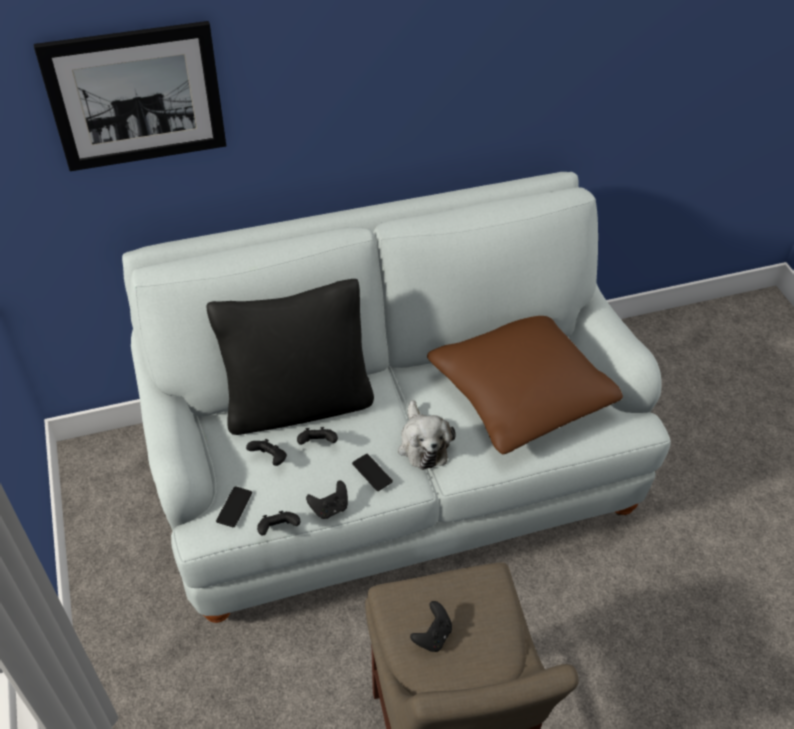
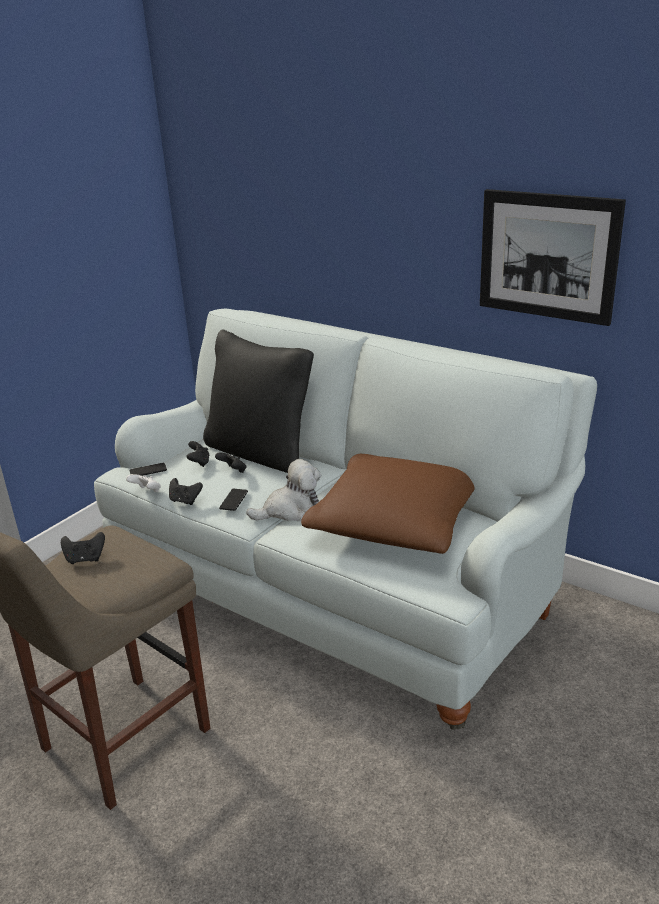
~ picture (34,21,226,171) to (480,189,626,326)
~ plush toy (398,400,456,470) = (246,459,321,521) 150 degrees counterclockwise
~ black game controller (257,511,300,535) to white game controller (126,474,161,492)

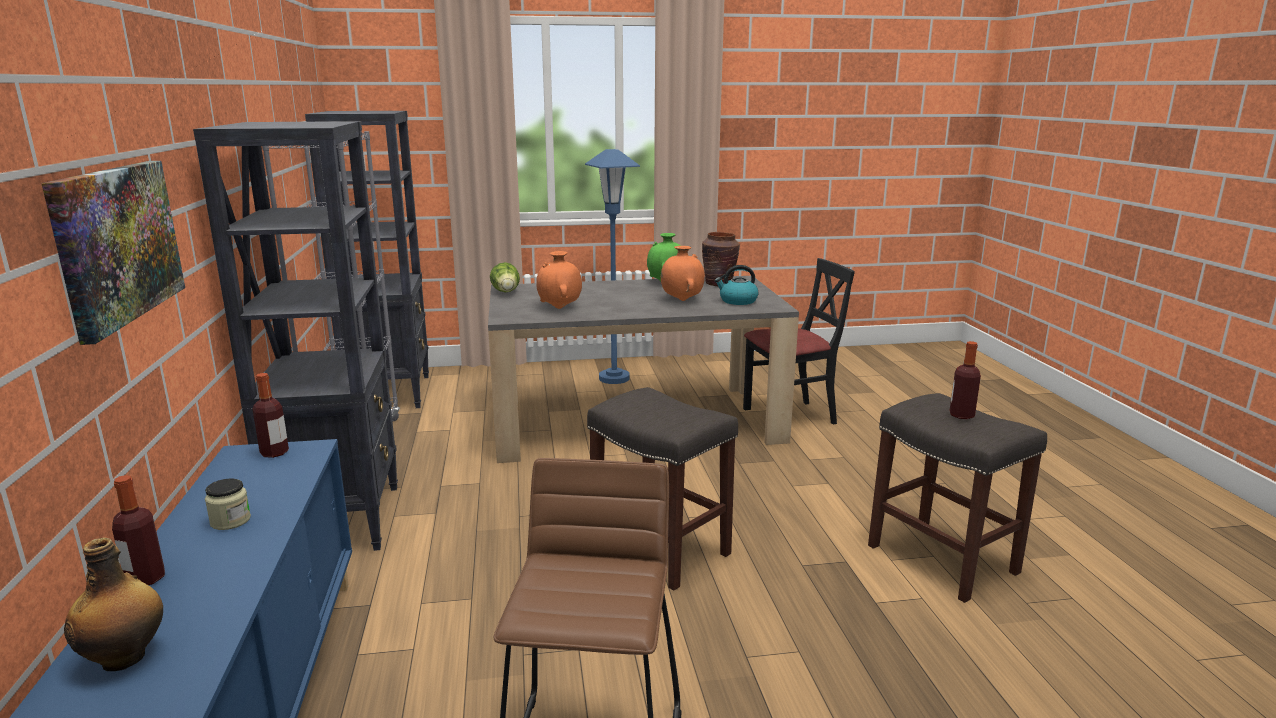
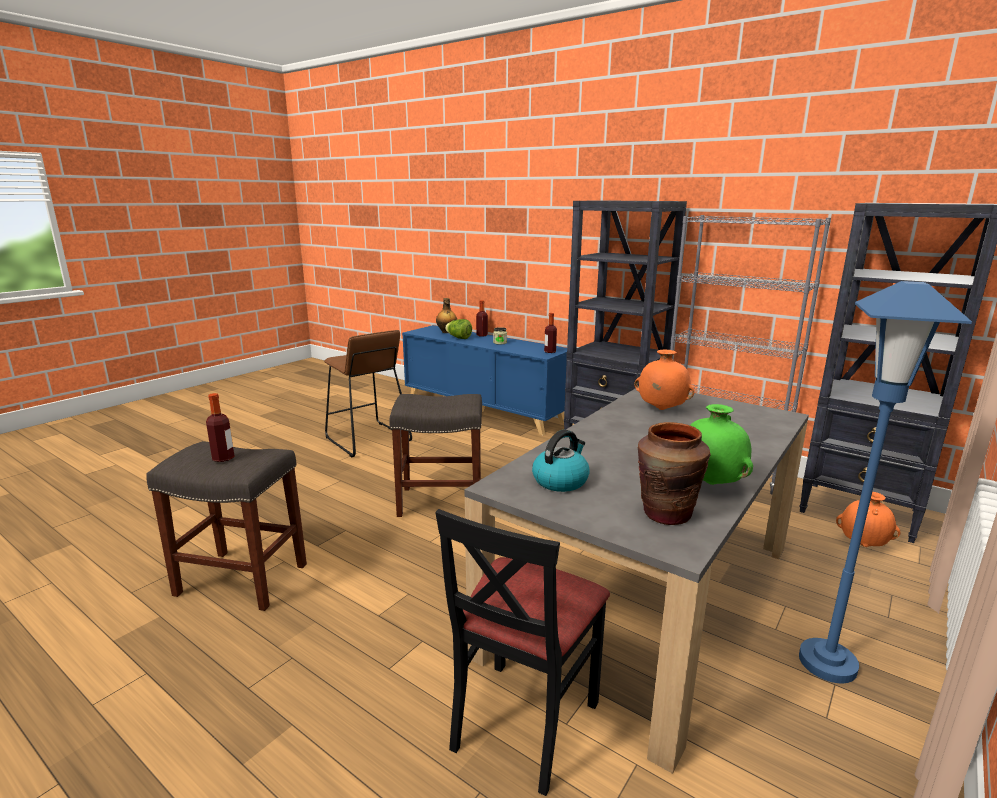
- picture (41,161,185,345)
~ orange vase (661,246,705,301) to (836,492,900,547)
~ lettuce (490,262,520,292) to (445,319,472,339)

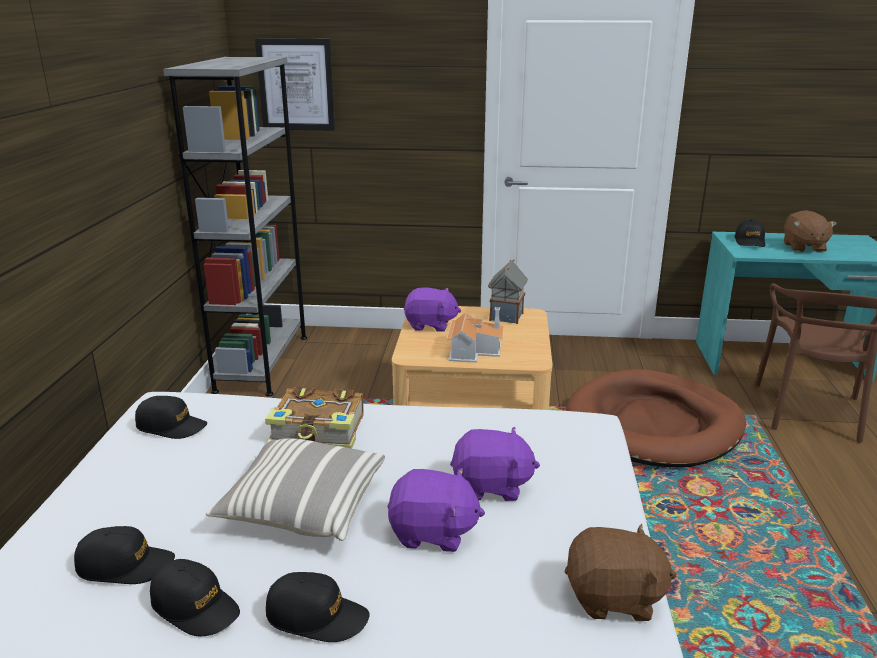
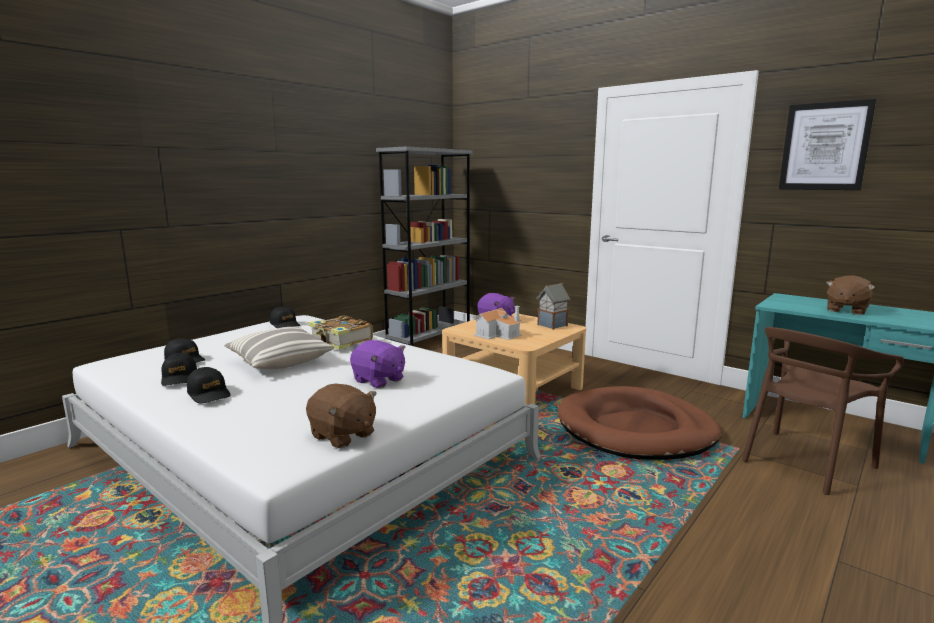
~ picture (255,38,335,131) to (779,99,876,190)
- black cap (735,220,765,247)
- purple plush toy (387,468,485,552)

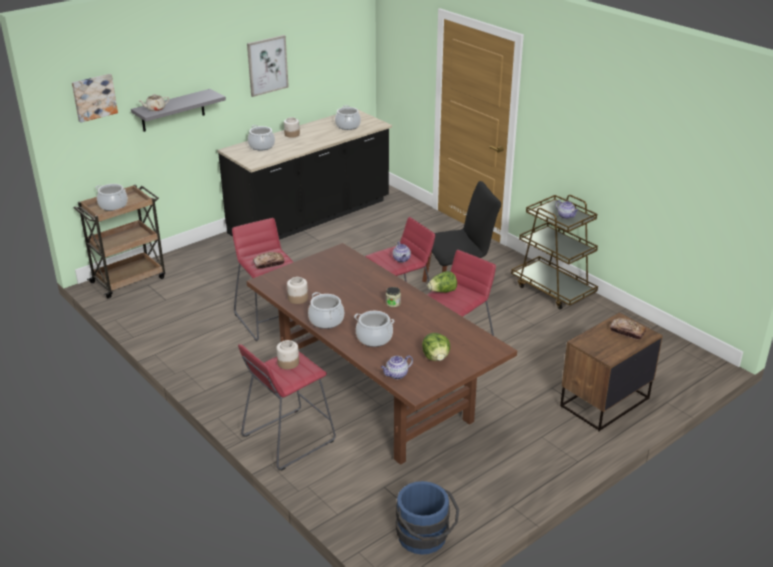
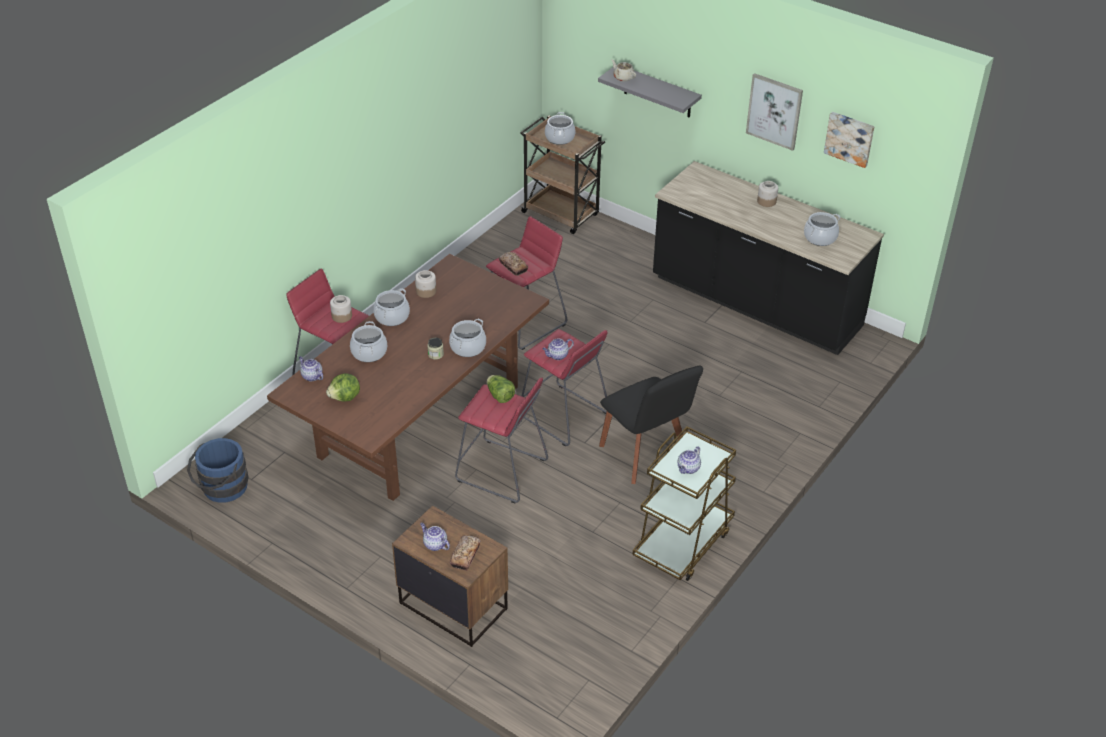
~ picture (72,74,118,123) to (824,112,875,168)
~ cooking pot (248,125,275,150) to (449,319,486,357)
+ teapot (420,523,450,551)

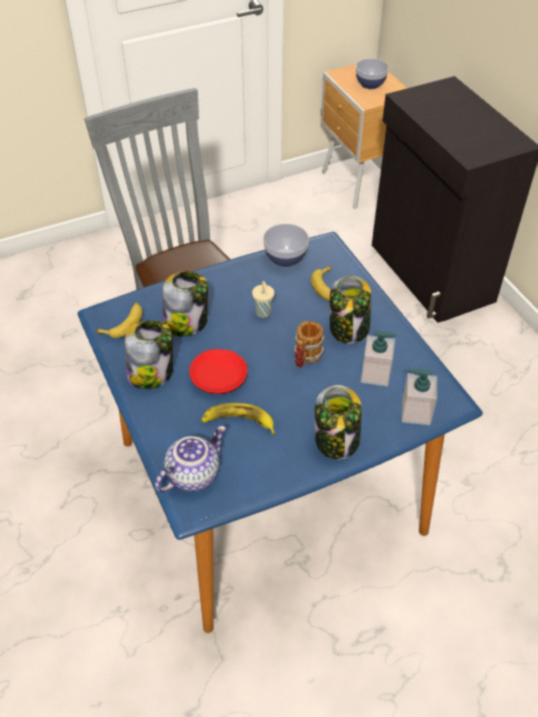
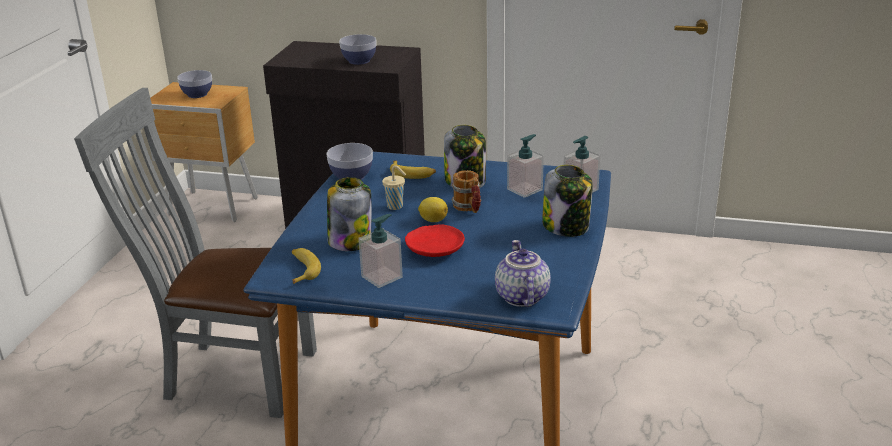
~ jar (125,320,173,389) to soap dispenser (358,214,403,288)
- banana (201,403,275,435)
+ bowl (339,34,376,65)
+ lemon (418,197,448,222)

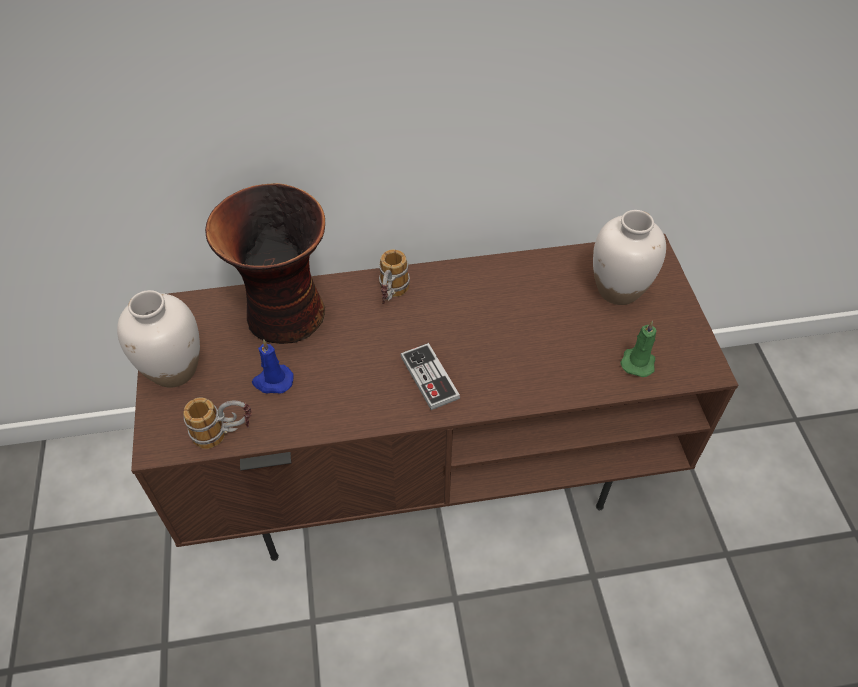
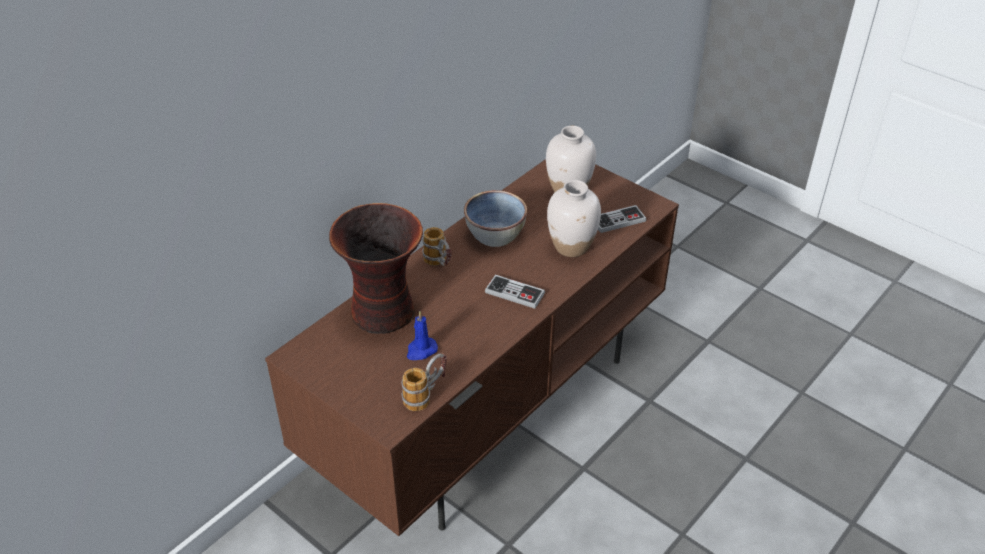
~ white vase (117,290,200,388) to (547,180,601,257)
~ green candle (620,320,657,377) to game controller (598,205,647,233)
+ bowl (464,190,527,247)

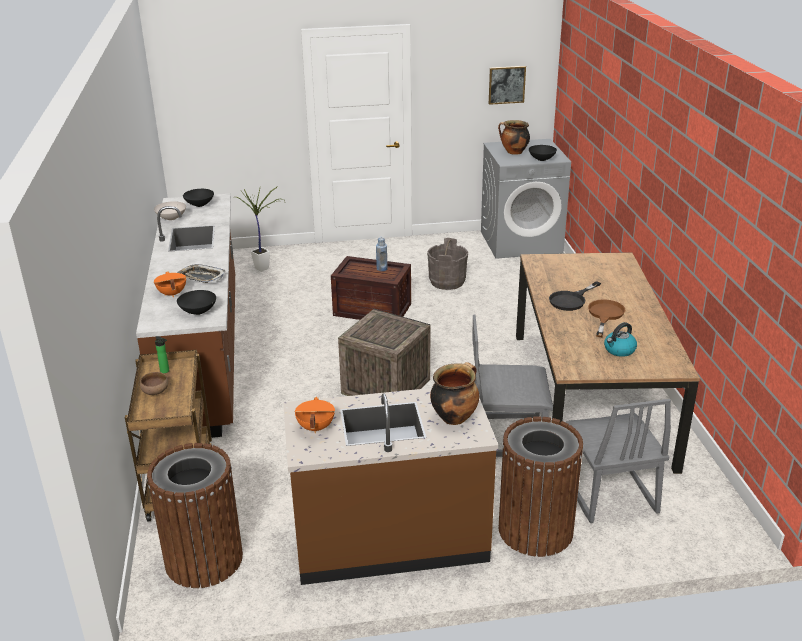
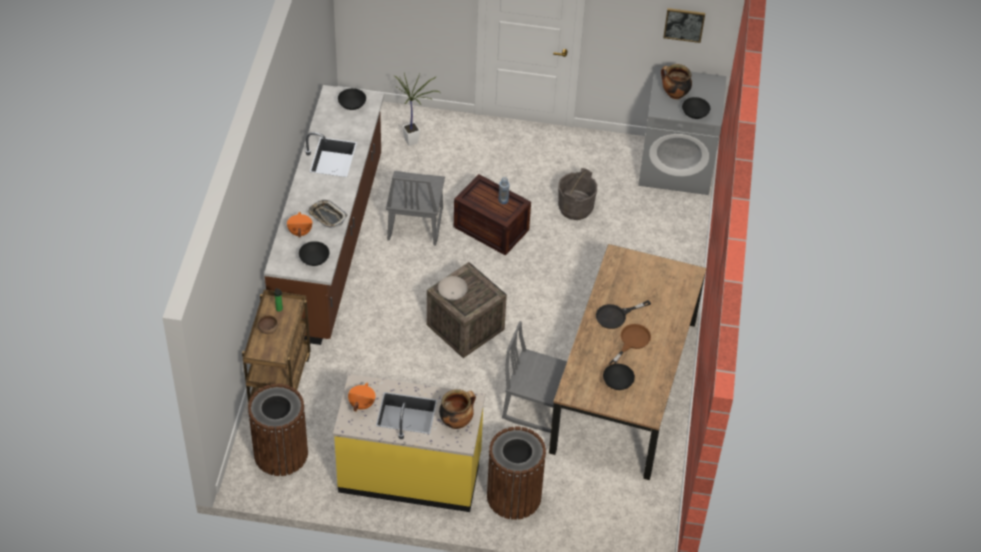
~ white bowl (154,201,186,221) to (438,276,468,300)
~ kettle (604,322,637,357) to black bowl (603,364,635,390)
~ brown counter (283,388,498,585) to yellow counter (333,374,485,512)
~ grey chair (566,399,671,523) to (386,171,445,246)

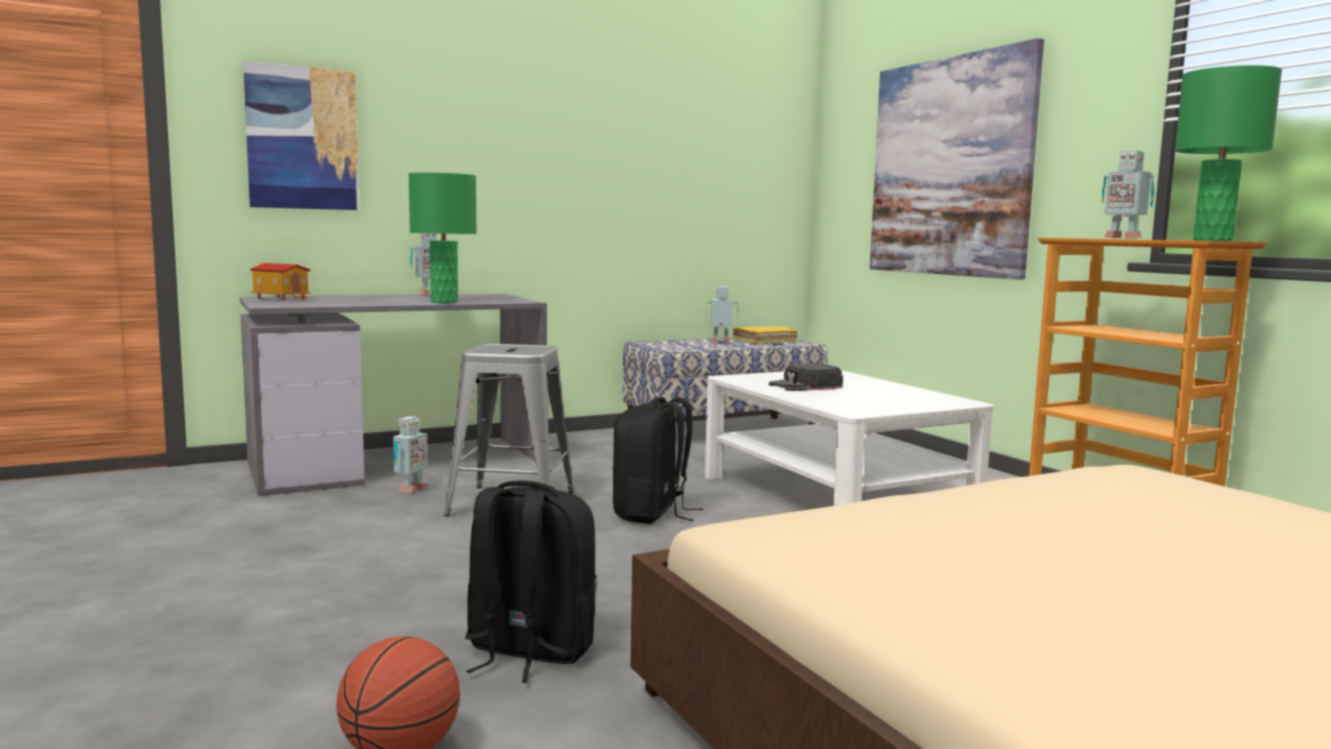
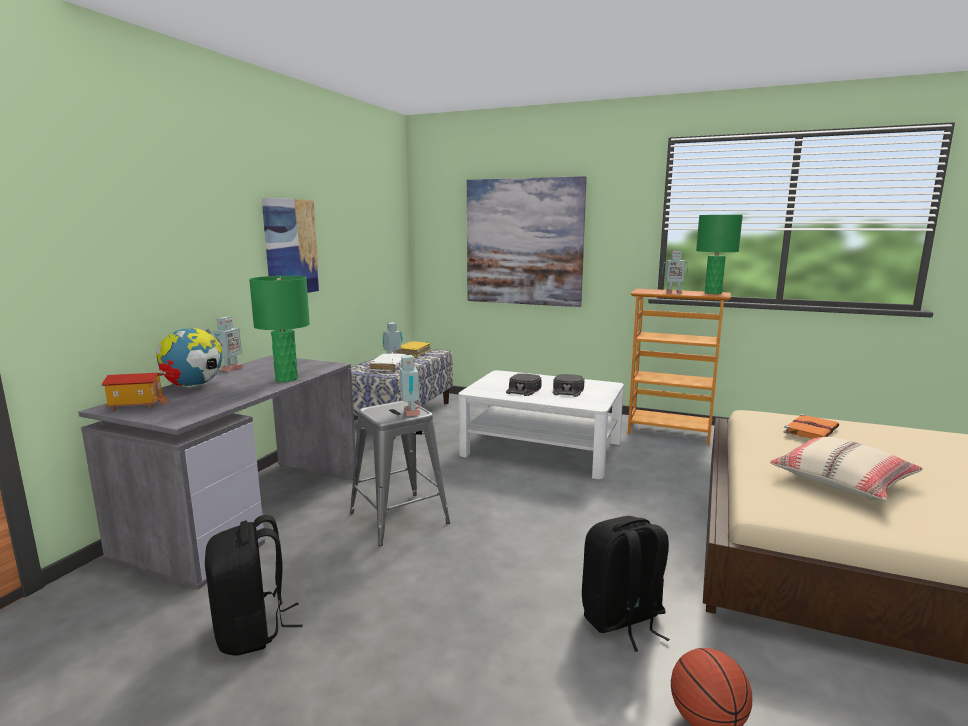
~ picture (243,61,359,210) to (262,198,320,293)
~ black backpack (613,397,703,524) to (205,515,303,655)
~ toy robot (393,416,428,494) to (398,355,421,416)
+ globe (156,328,223,388)
+ white book (370,353,406,371)
+ black cap (553,374,584,397)
+ orange book (783,414,839,439)
+ beige pillow (770,437,923,501)

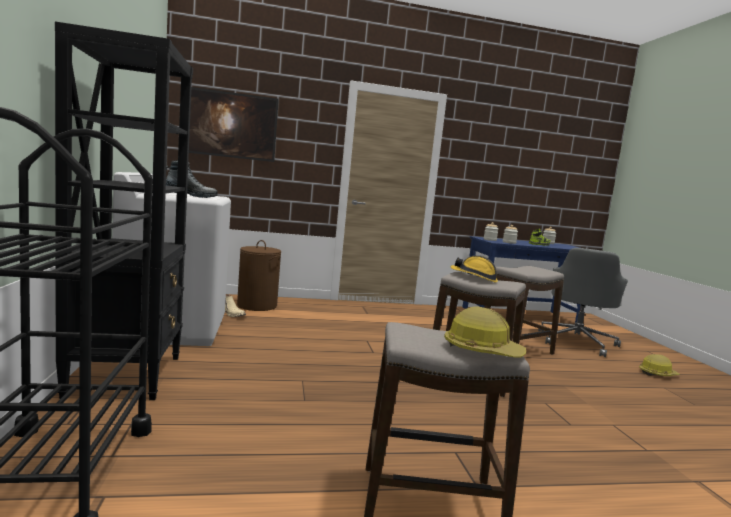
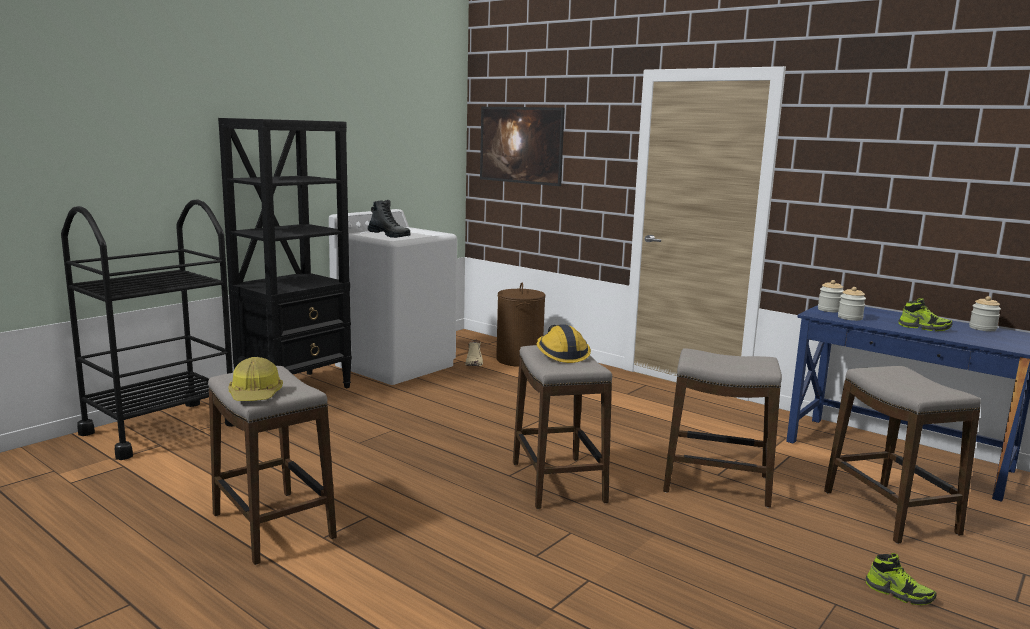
~ grey office chair (538,248,628,357) to stool (824,366,981,544)
~ hard hat (639,354,679,376) to shoe (866,553,937,605)

